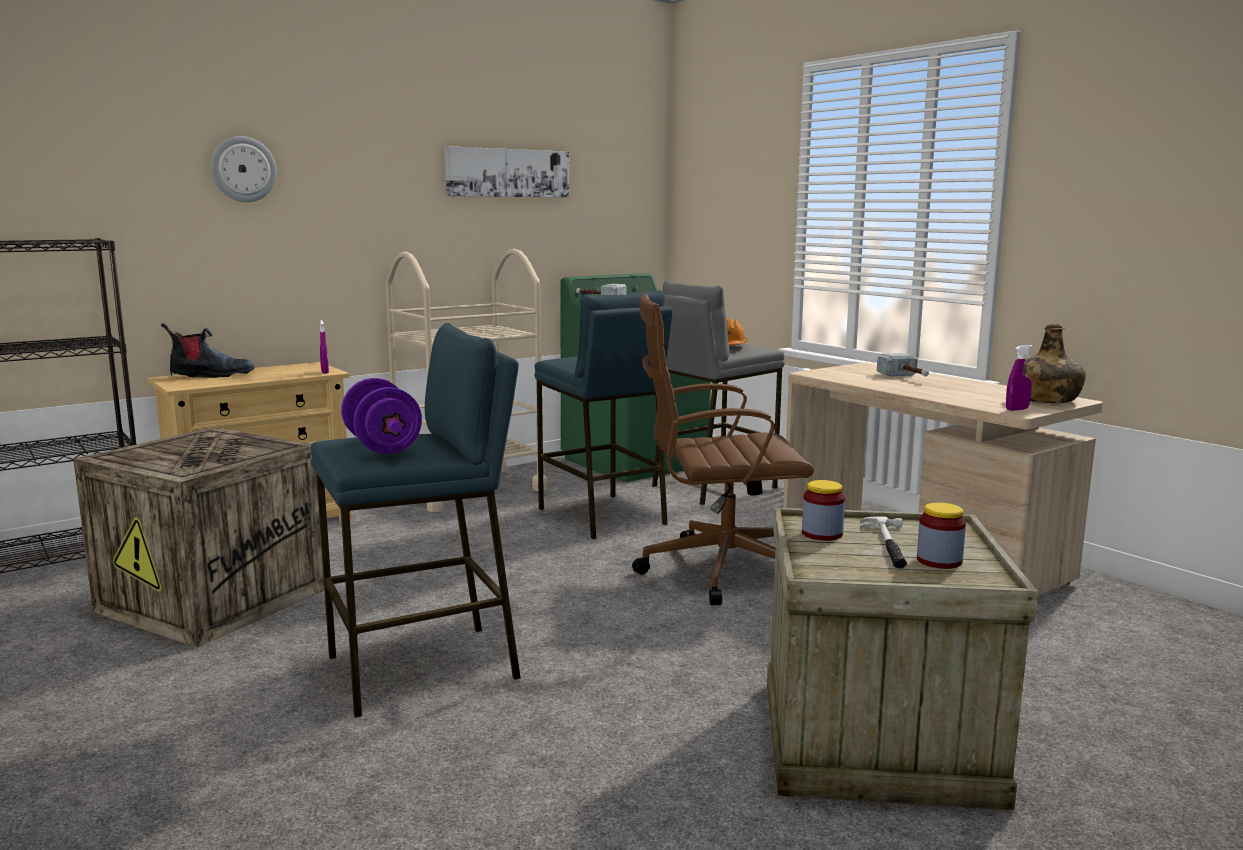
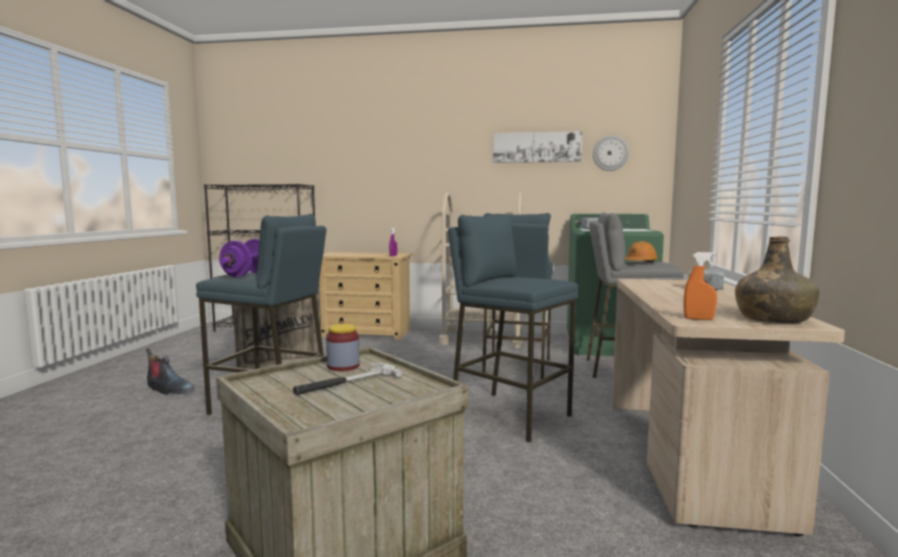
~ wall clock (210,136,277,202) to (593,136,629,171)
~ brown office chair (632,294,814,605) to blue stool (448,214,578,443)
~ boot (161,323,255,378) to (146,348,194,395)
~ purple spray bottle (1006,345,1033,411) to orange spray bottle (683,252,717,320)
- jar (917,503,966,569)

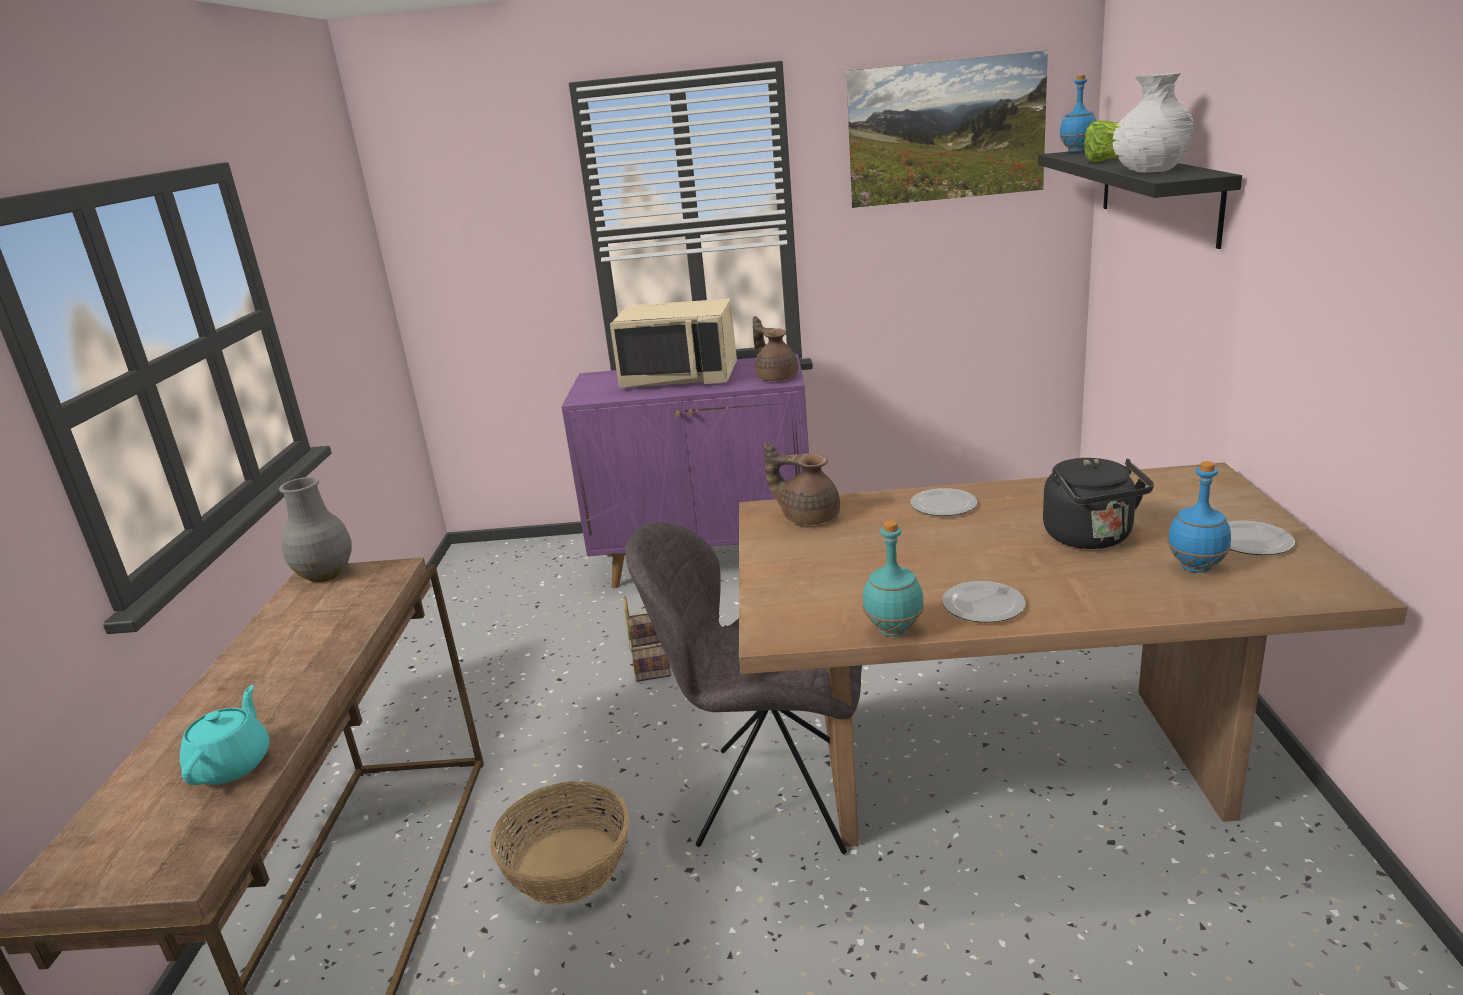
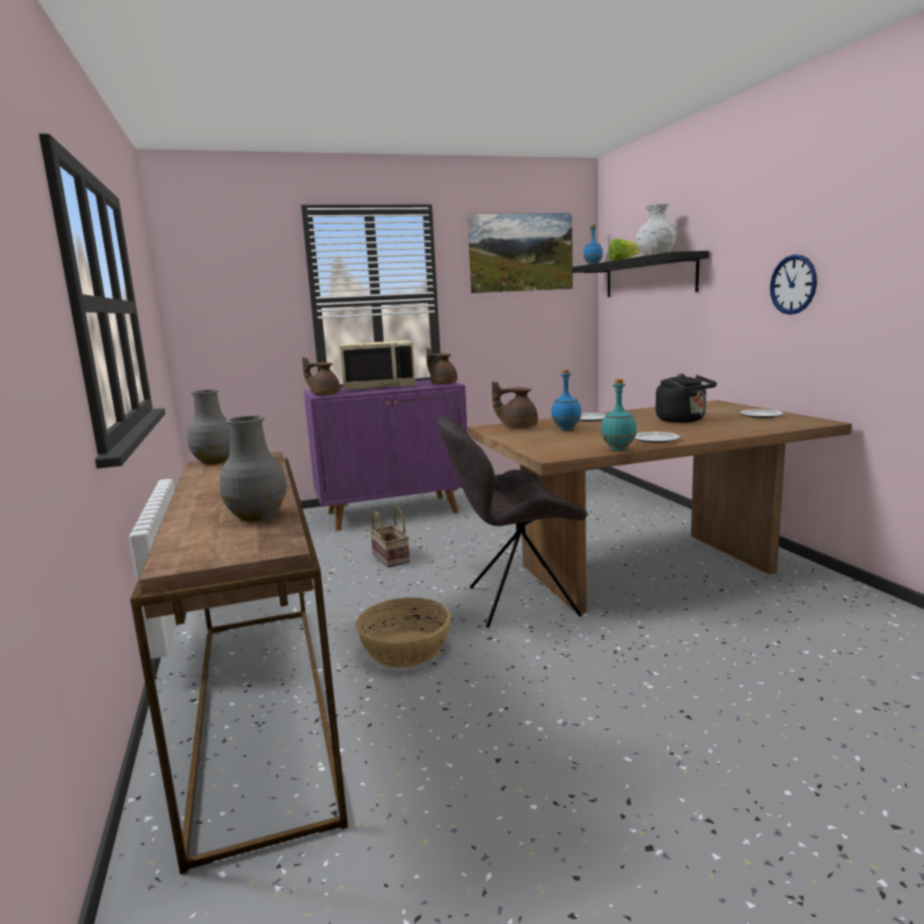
~ blue bottle (1167,461,1231,573) to (551,370,582,430)
~ turquoise teapot (180,685,270,785) to grey vase (220,416,287,521)
+ wall clock (770,255,817,315)
+ brown teapot (302,357,340,396)

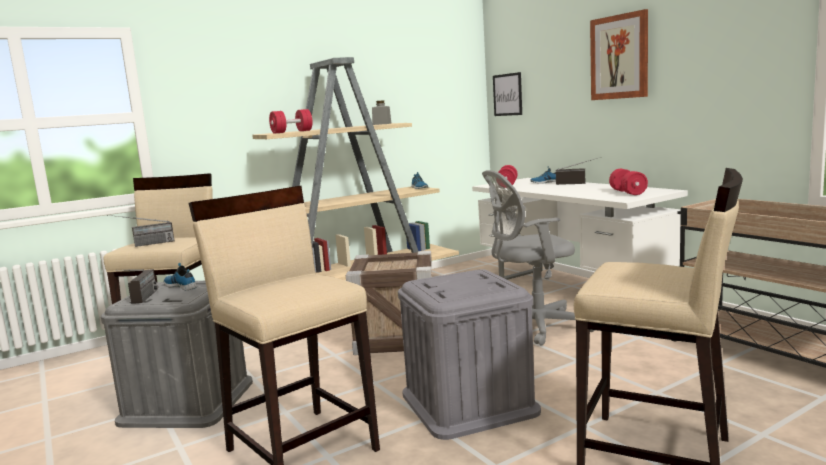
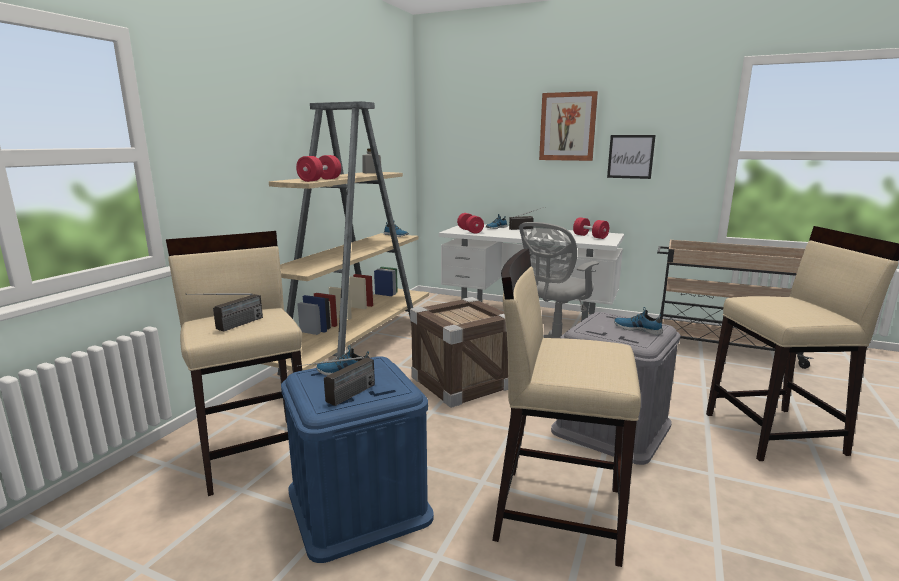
~ picture (493,72,522,116) to (607,135,656,179)
~ radio (116,269,158,304) = (297,357,375,406) 75 degrees clockwise
~ grey storage box (101,281,253,428) to blue storage box (281,356,434,563)
+ shoe (614,307,663,335)

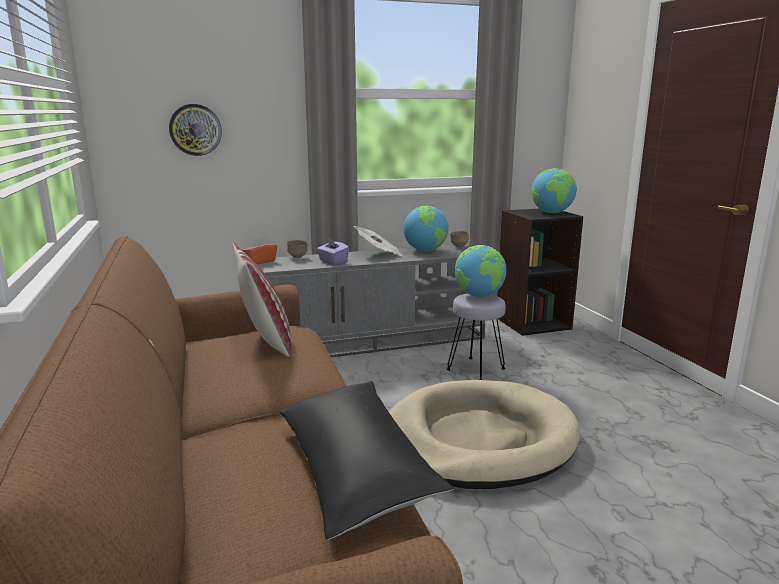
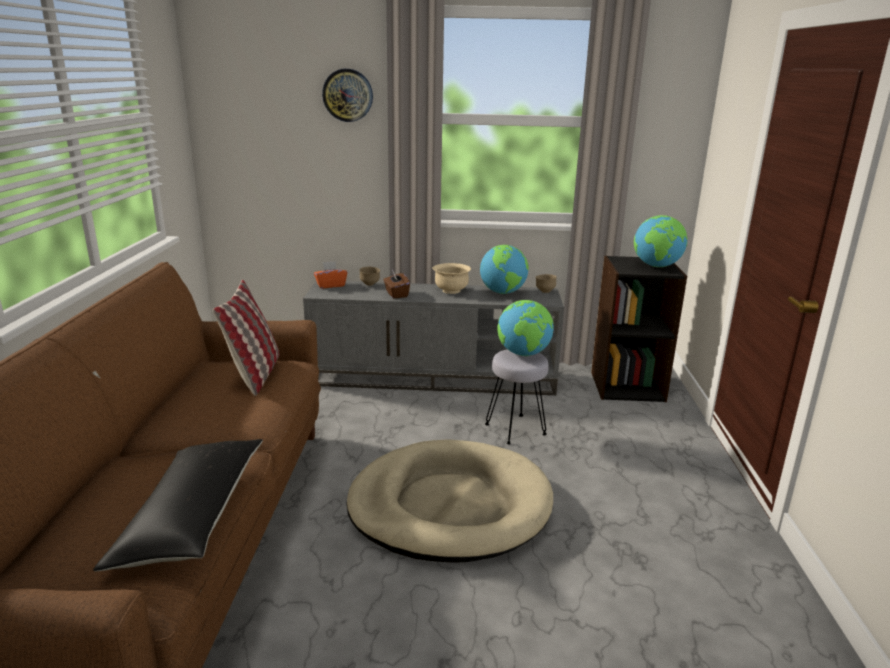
~ wall clock (169,104,222,156) to (322,69,373,122)
~ newspaper (354,226,402,256) to beige bowl (432,263,471,294)
~ purple tissue box (317,237,349,265) to brown tissue box (383,270,410,298)

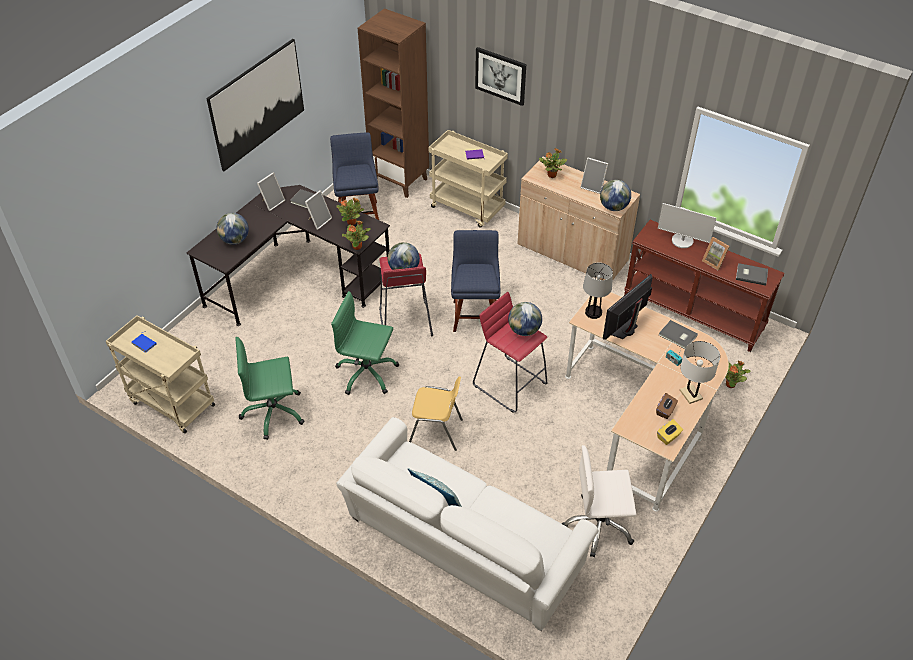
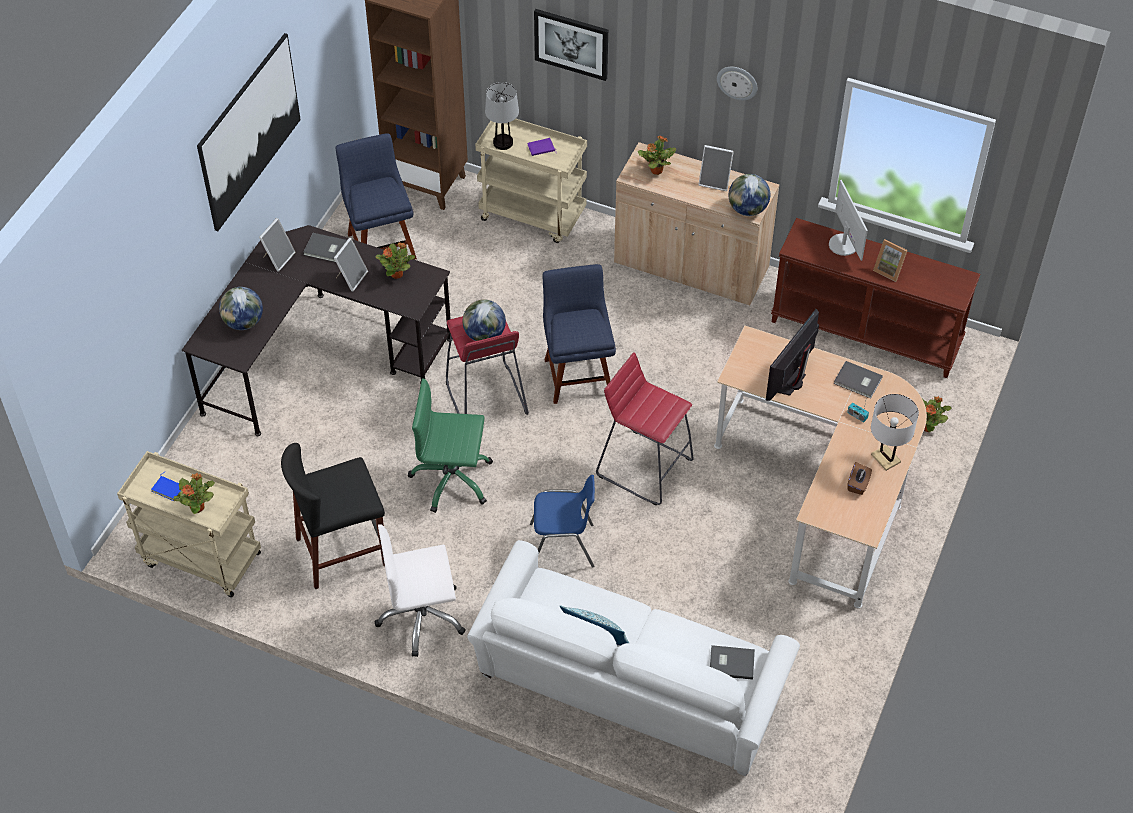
~ monitor (658,203,716,248) = (829,180,868,261) 120 degrees counterclockwise
~ potted plant (342,221,371,250) to (173,473,215,514)
~ table lamp (583,263,613,319) to (485,82,519,150)
~ grey book (736,263,768,286) to (710,645,755,680)
- globe (508,302,542,336)
~ green office chair (235,337,304,440) to black stool (281,443,385,589)
~ yellow chair (409,377,463,451) to blue chair (530,475,595,568)
- yellow tissue box (657,419,683,445)
~ white office chair (561,445,636,557) to (375,524,466,657)
+ wall clock (717,67,757,100)

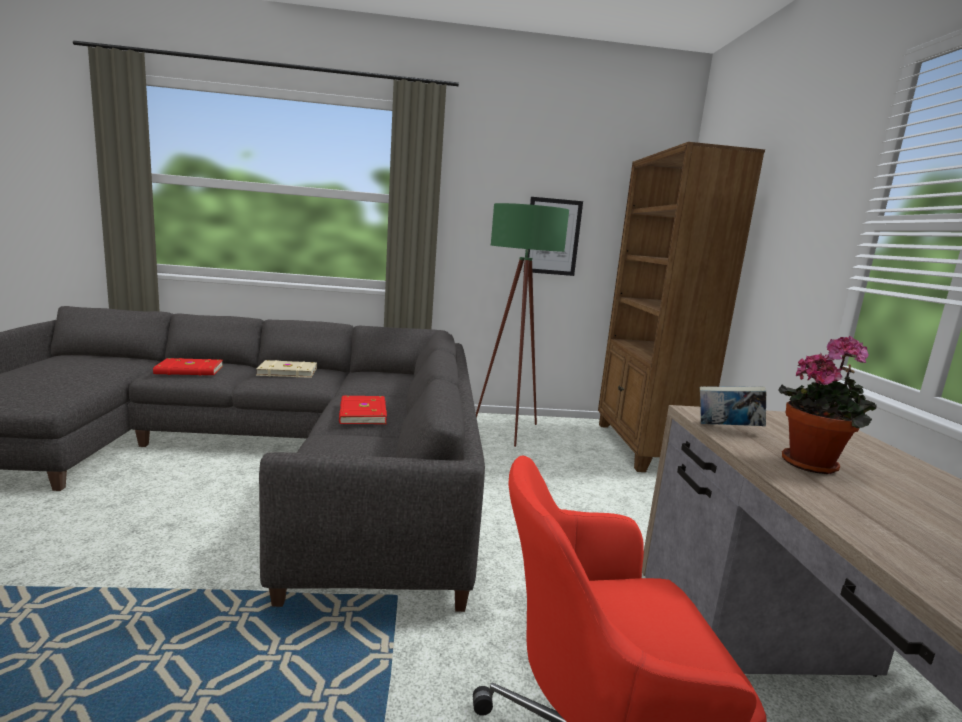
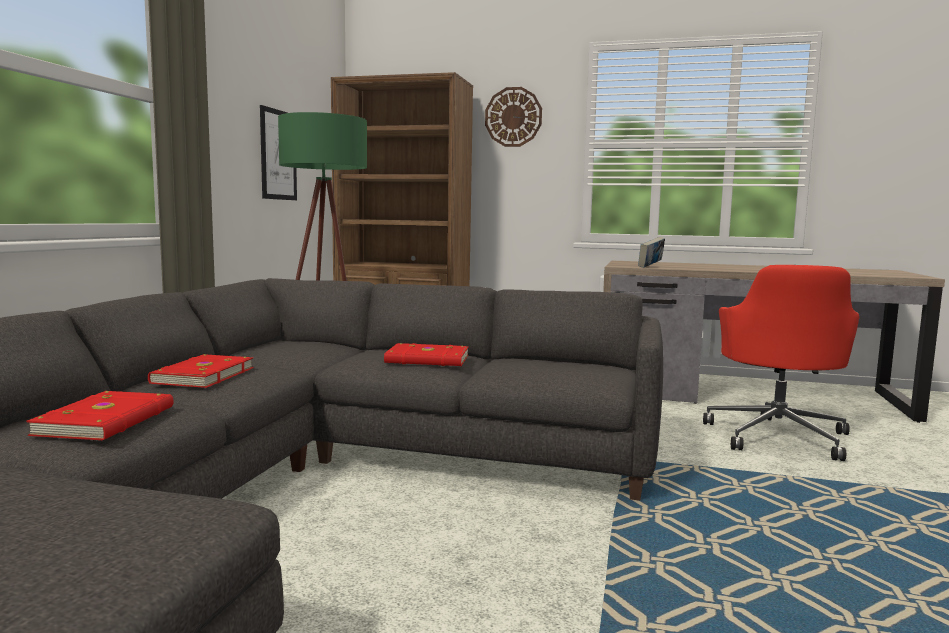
- potted plant (778,336,877,474)
~ beige book (257,360,317,378) to red book (148,354,254,388)
+ wall clock (485,87,542,147)

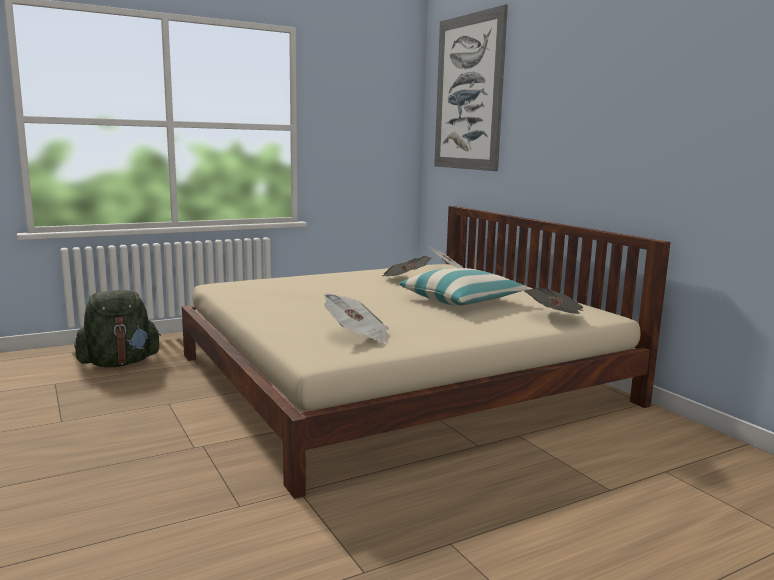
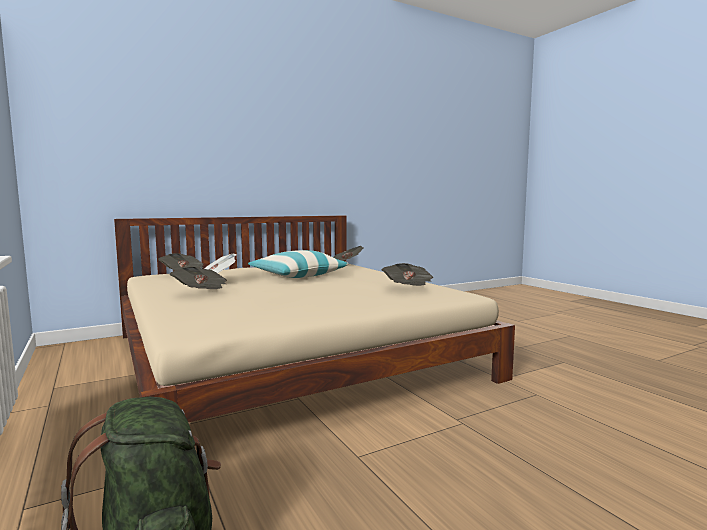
- picture (434,4,508,171)
+ newspaper (170,267,227,289)

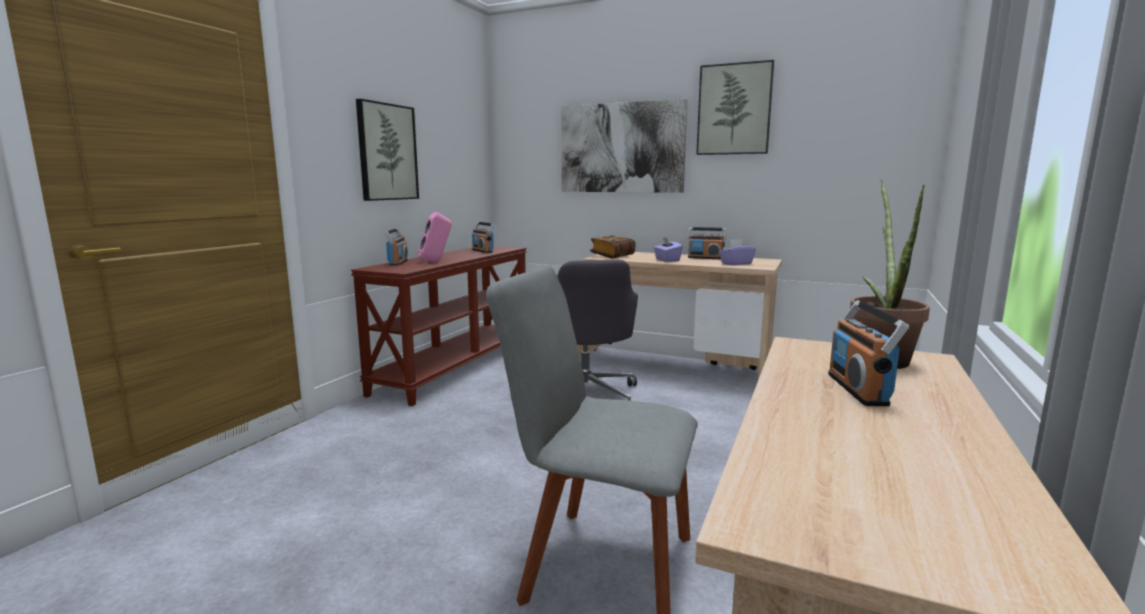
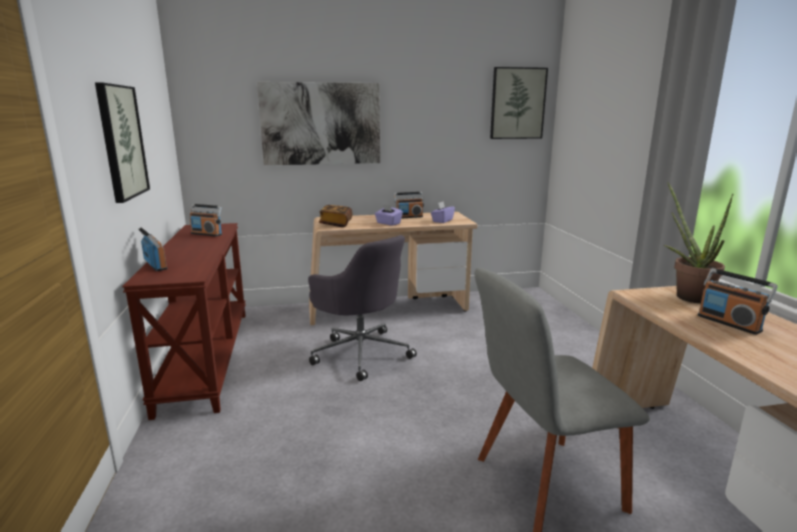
~ picture (696,60,774,155) to (490,67,548,139)
- pink speaker (418,212,452,262)

